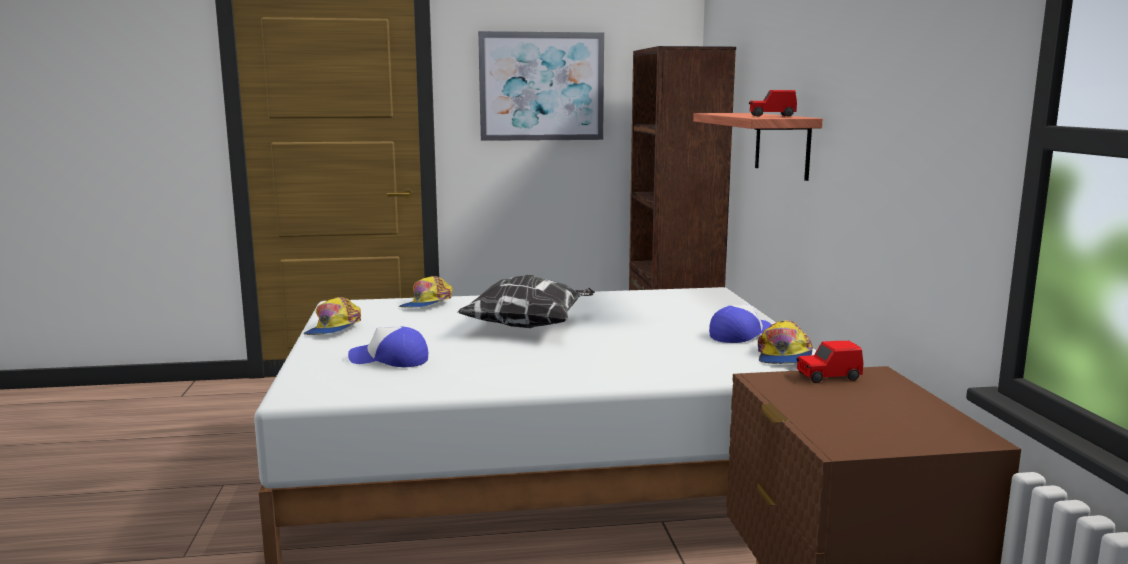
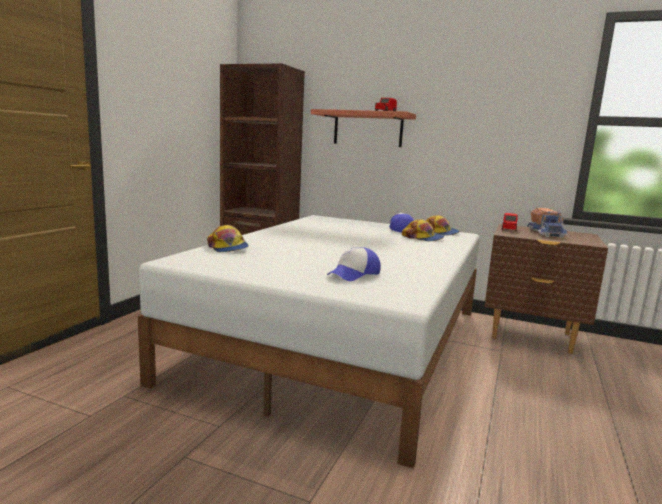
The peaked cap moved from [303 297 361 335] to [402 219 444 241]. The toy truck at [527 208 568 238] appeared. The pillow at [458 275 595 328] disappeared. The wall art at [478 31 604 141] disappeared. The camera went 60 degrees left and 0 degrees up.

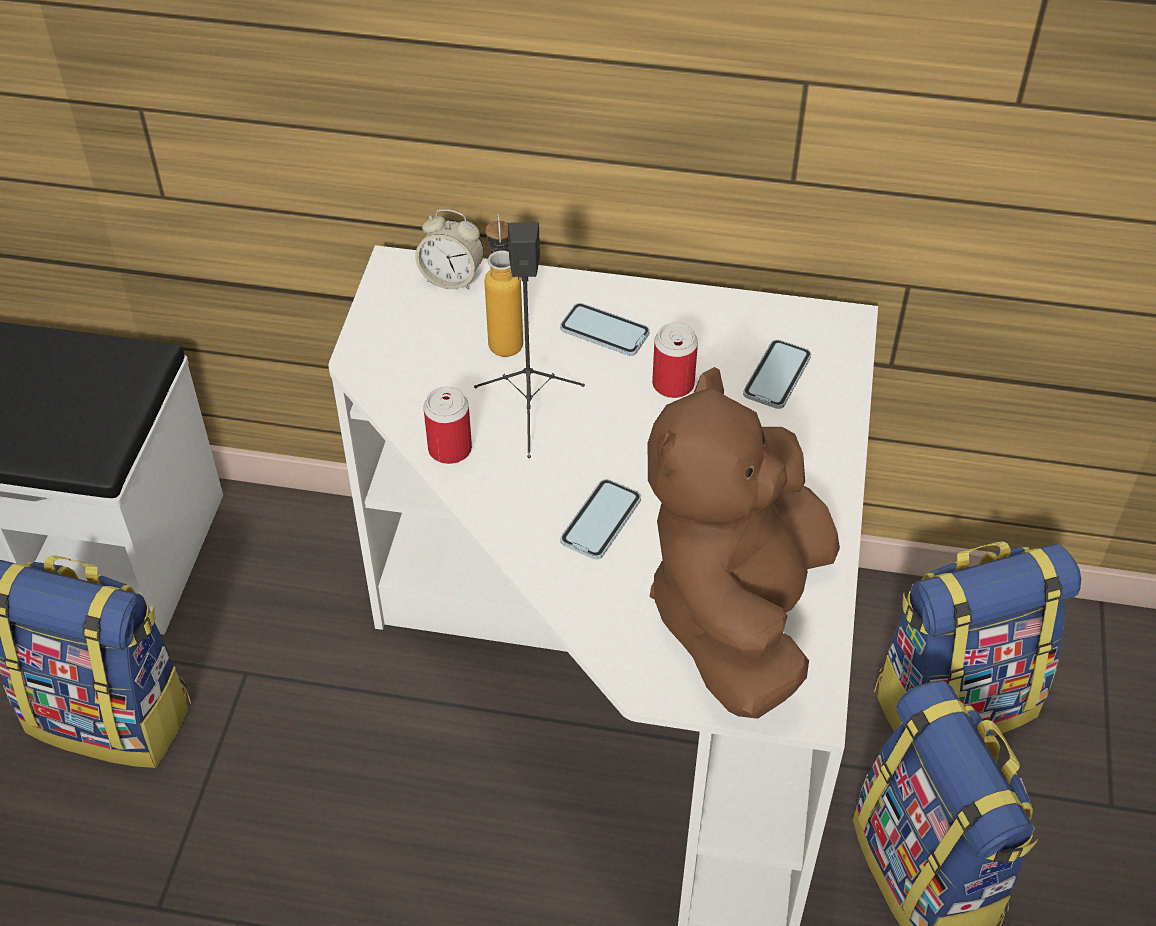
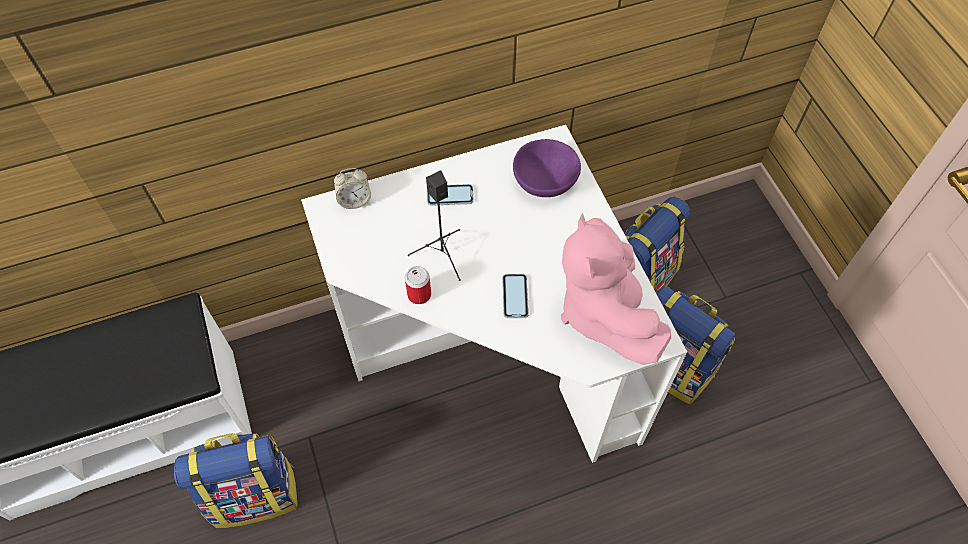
The telephone at [743 340 811 409] was replaced by the serving bowl (purple-coloured) at [513 139 581 197]. The plush toy (brown) at [648 367 840 719] became the plush toy (pinkish) at [561 213 671 365]. The drink bottle at [485 213 523 357] disappeared. The can at [652 323 698 398] disappeared. The camera went 30 degrees left and 10 degrees up.

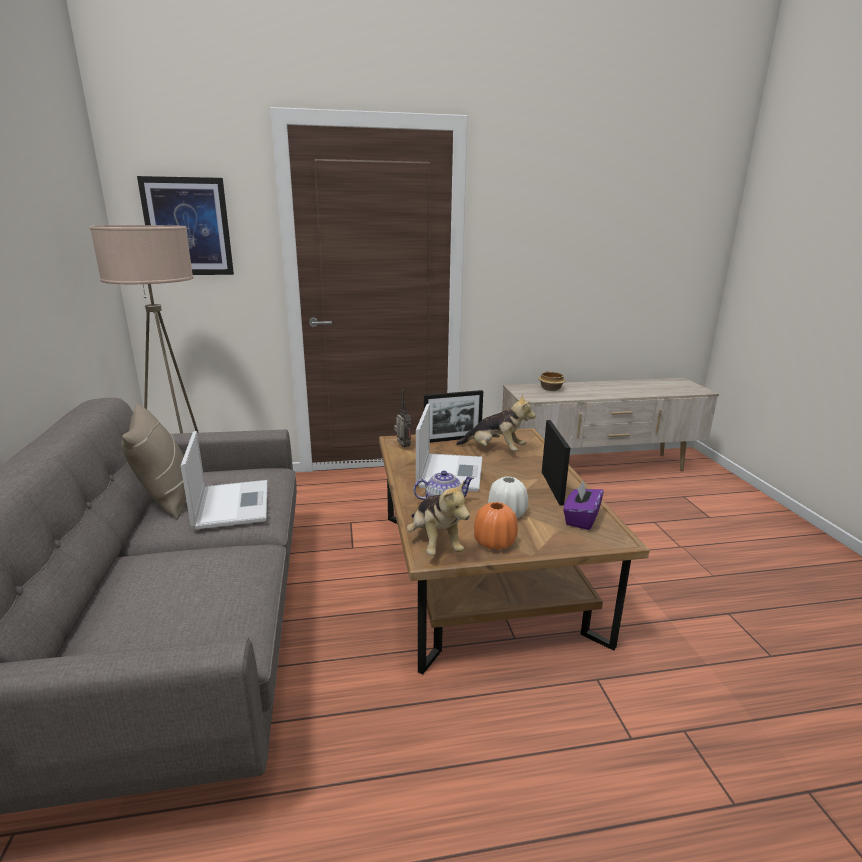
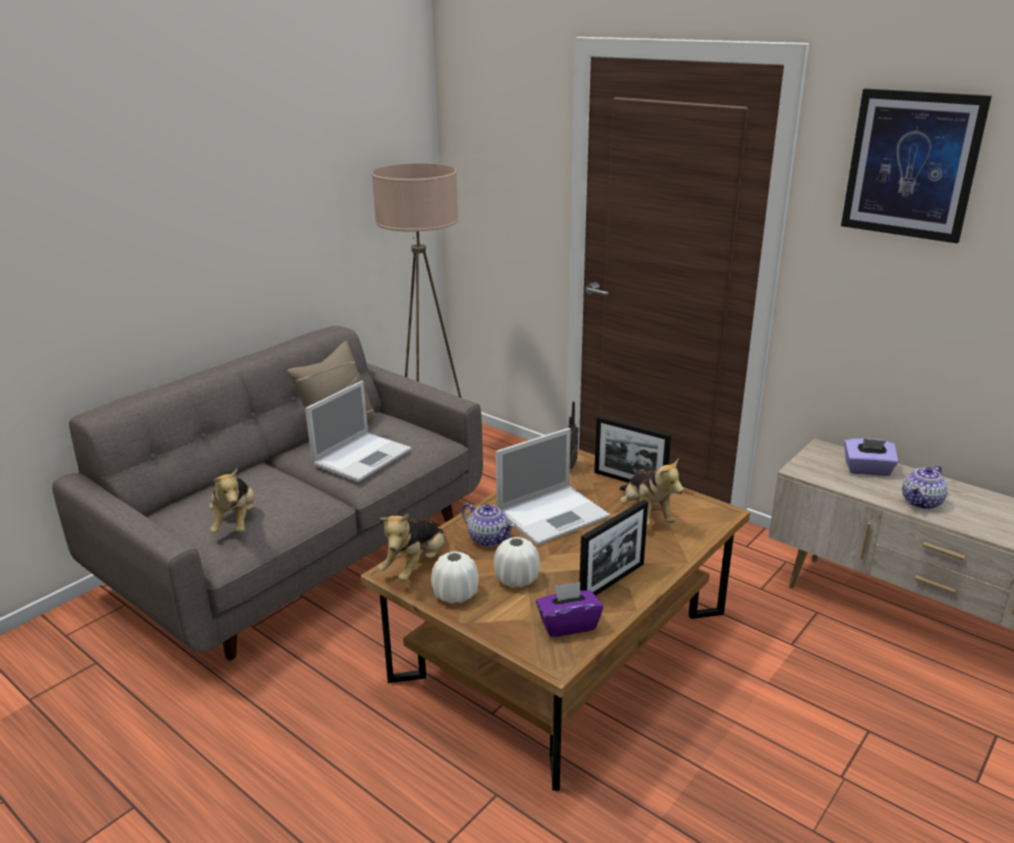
The plush toy at [209 468 255 533] appeared. The vase (orange) at [474 502 518 550] became the vase (whitish) at [431 551 479 604]. The wall art moved from [137 176 234 275] to [841 89 992 243]. The serving bowl at [539 372 565 391] was replaced by the tissue box (purple-coloured) at [844 438 899 476]. The tea pot at [902 465 948 509] appeared. The camera went 50 degrees right and 5 degrees up.

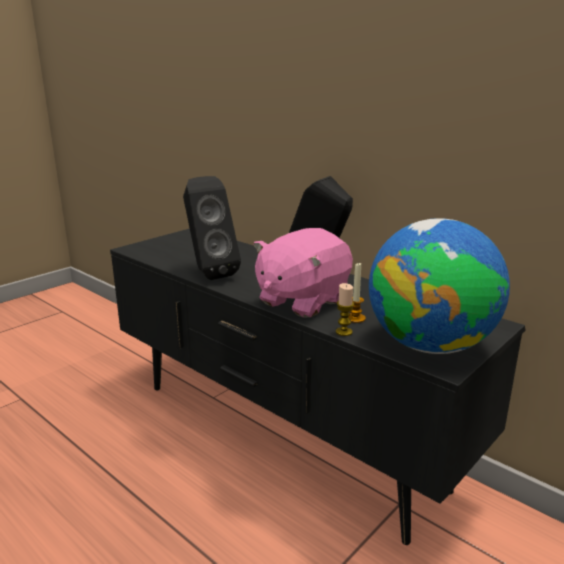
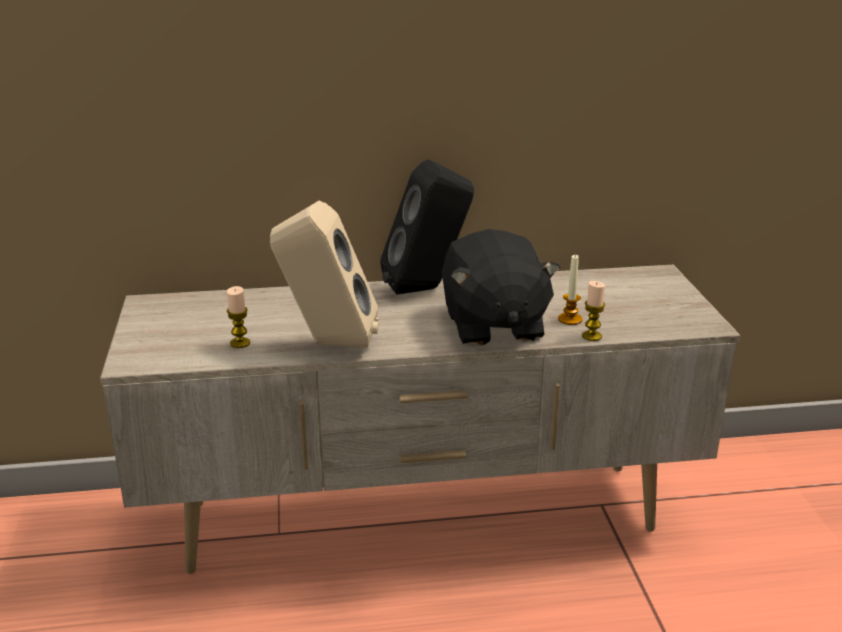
The tv unit (black) at [110 228 526 545] became the tv unit (beige-coloured) at [100 265 740 574]. The wax candle at [227 286 250 348] appeared. The audio speaker (black) at [183 176 241 280] became the audio speaker (beige-coloured) at [270 201 379 348]. The plush toy (pinkish) at [253 228 353 318] became the plush toy (black) at [442 229 560 346]. The world globe at [369 218 510 354] disappeared. The camera went 50 degrees left and 5 degrees up.

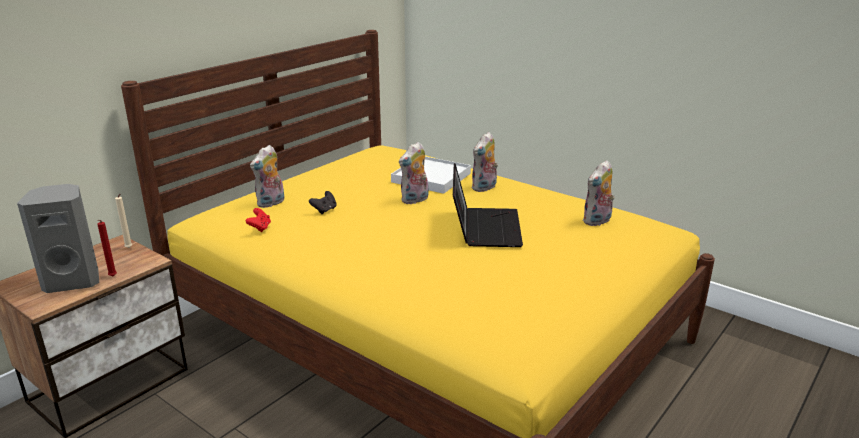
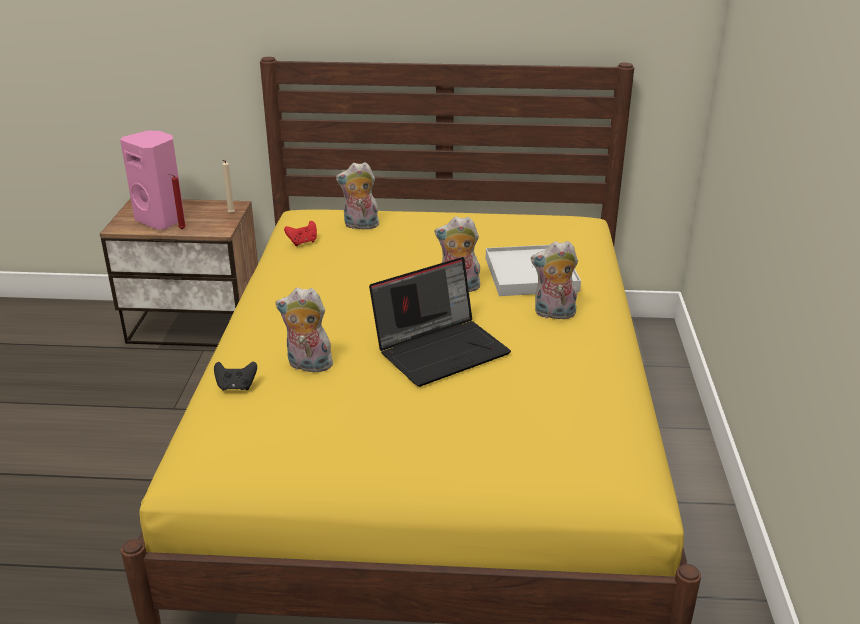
The audio speaker (gray) at [17 184 99 293] became the audio speaker (pinkish) at [120 131 185 230]. The joypad (black) moved from [309 191 337 214] to [214 362 257 390]. The plush toy moved from [582 160 615 226] to [276 288 333 375]. The camera went 55 degrees right and 5 degrees up.

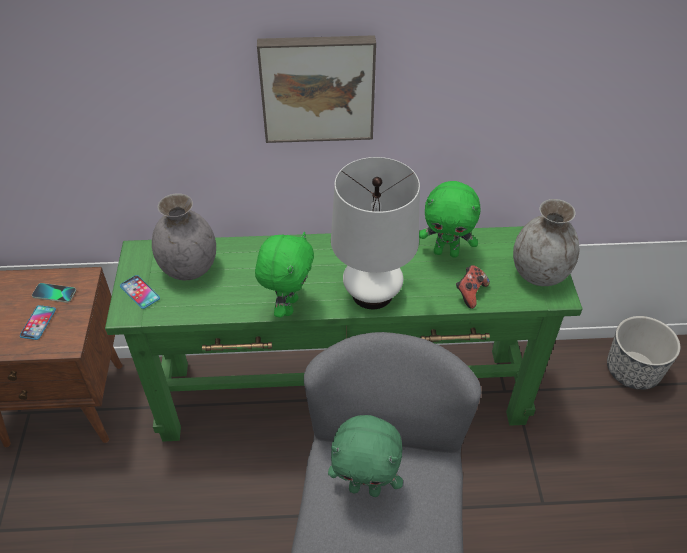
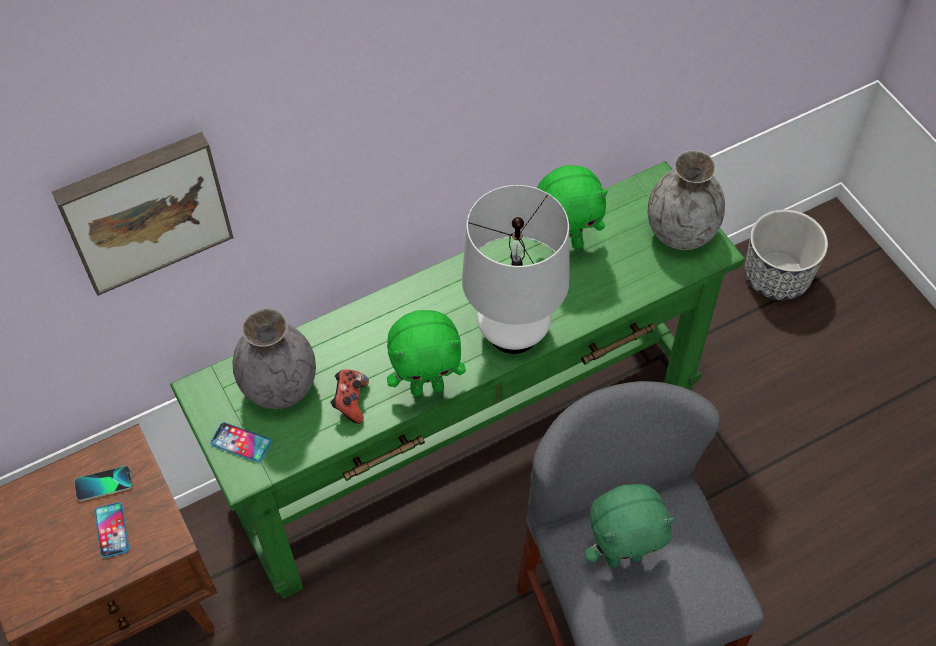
The wall art moved from [257 35 376 143] to [52 132 234 296]. The joypad moved from [456 265 490 309] to [330 369 369 424]. The plush toy (greenish) at [255 232 314 318] turned 90 degrees clockwise. The camera went 25 degrees left and 10 degrees up.

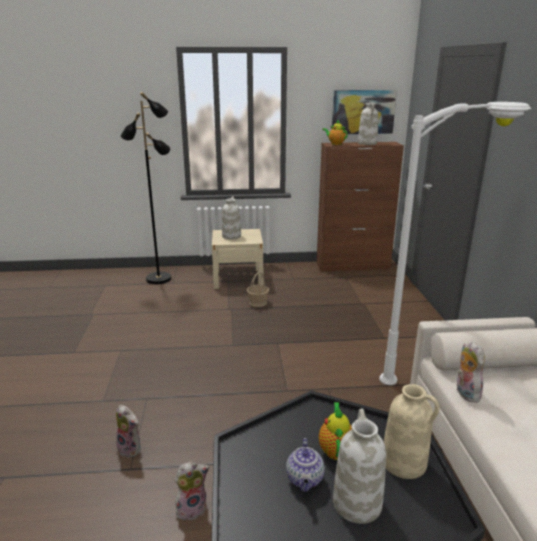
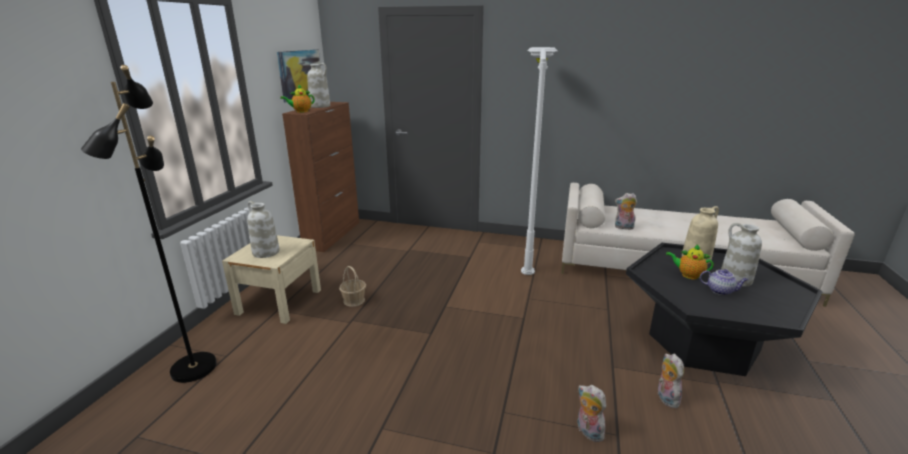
The plush toy at [116 405 141 458] turned 90 degrees counterclockwise. The camera went 70 degrees left and 0 degrees up.

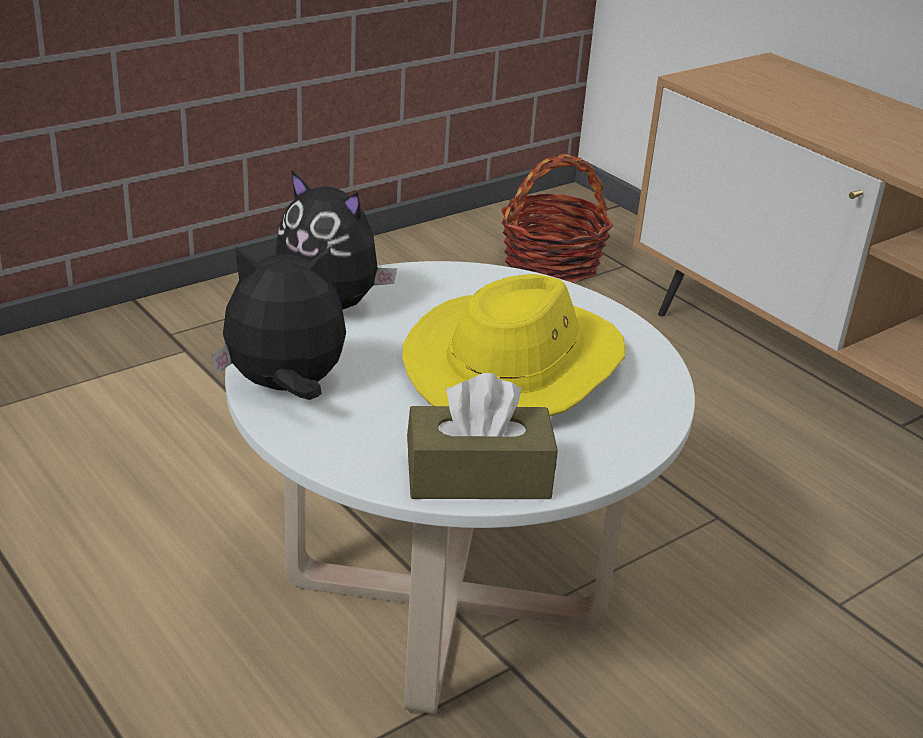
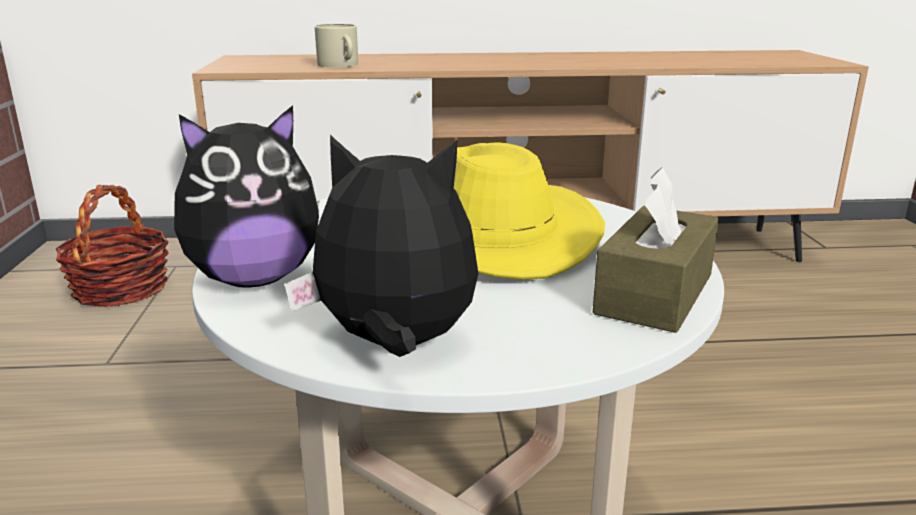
The plush toy at [211 246 346 400] turned 75 degrees clockwise. The coffee mug (beige-coloured) at [315 24 358 67] appeared. The camera went 55 degrees left and 10 degrees down.

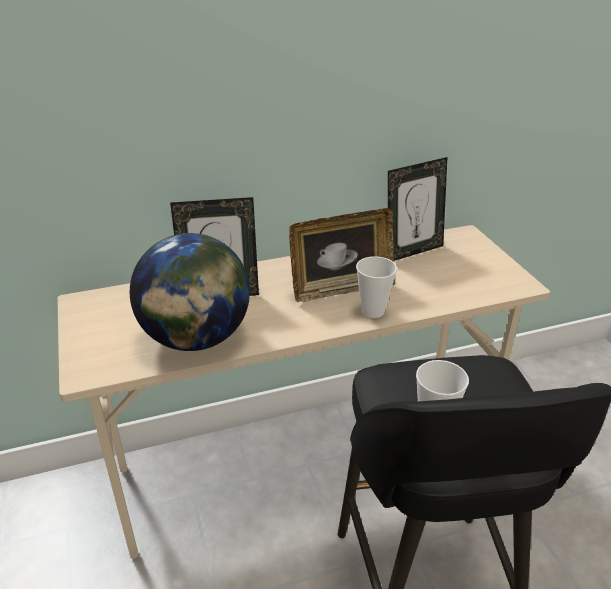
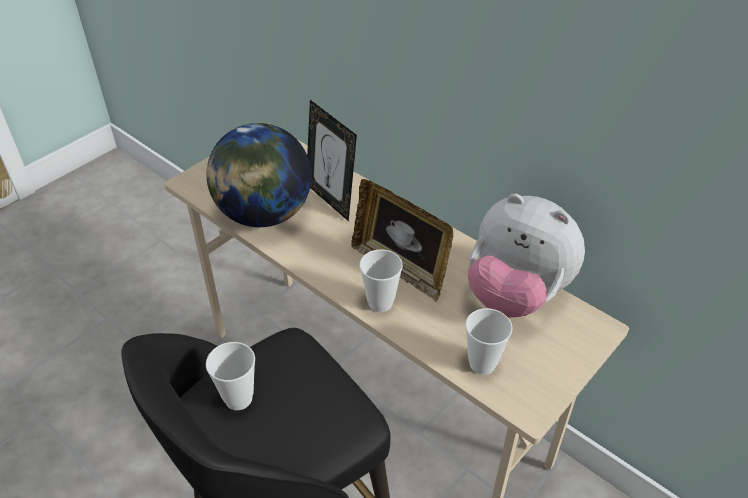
The cup at [465 308 513 375] appeared. The standing frame at [388 157 447 261] was replaced by the plush toy at [468 193 585 318]. The camera went 60 degrees right and 10 degrees up.

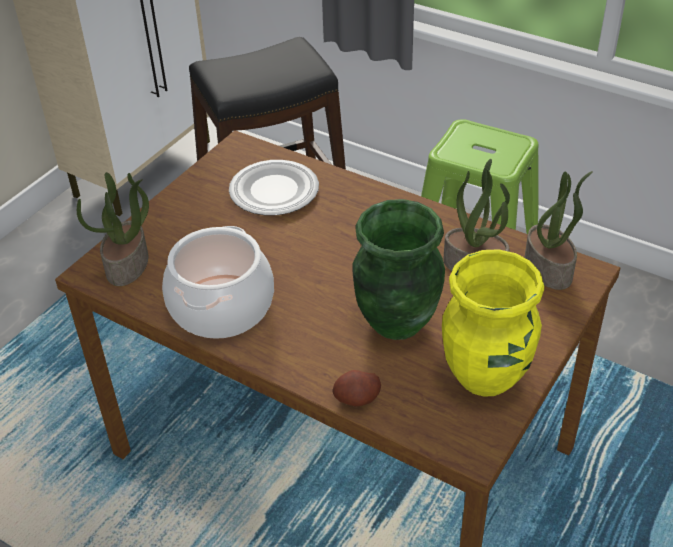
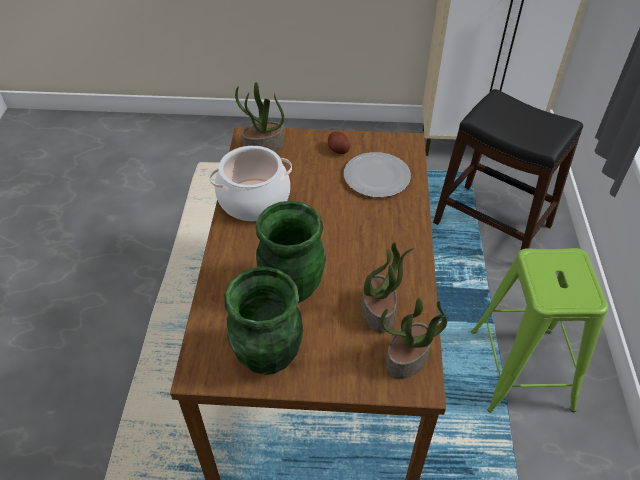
The vase (yellow-coloured) at [442 249 544 397] became the vase (greenish) at [224 267 303 375]. The spud moved from [332 370 381 406] to [328 131 351 154]. The camera went 60 degrees right and 5 degrees up.

